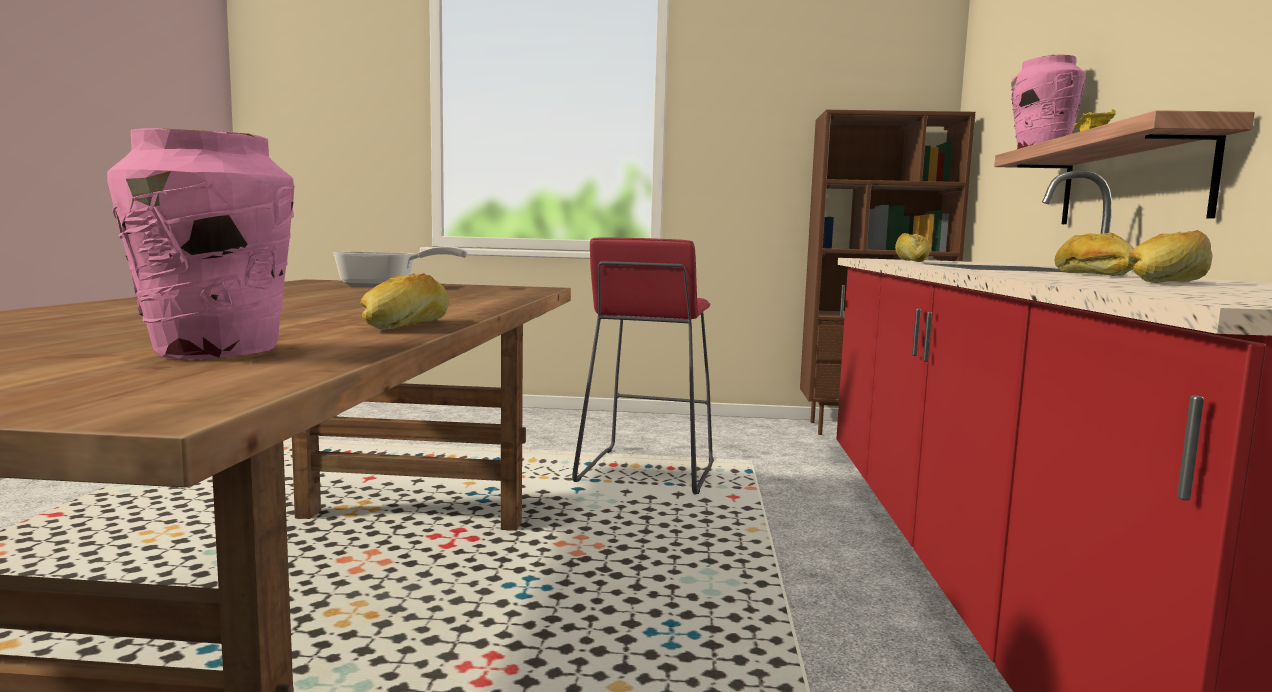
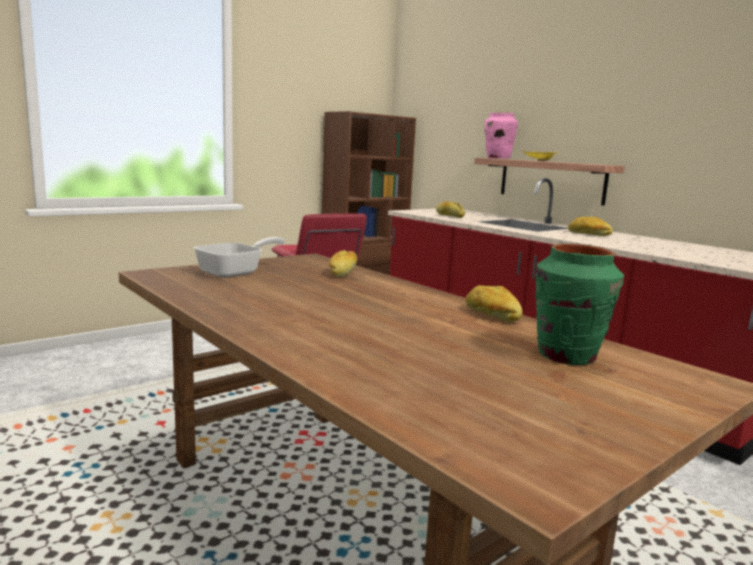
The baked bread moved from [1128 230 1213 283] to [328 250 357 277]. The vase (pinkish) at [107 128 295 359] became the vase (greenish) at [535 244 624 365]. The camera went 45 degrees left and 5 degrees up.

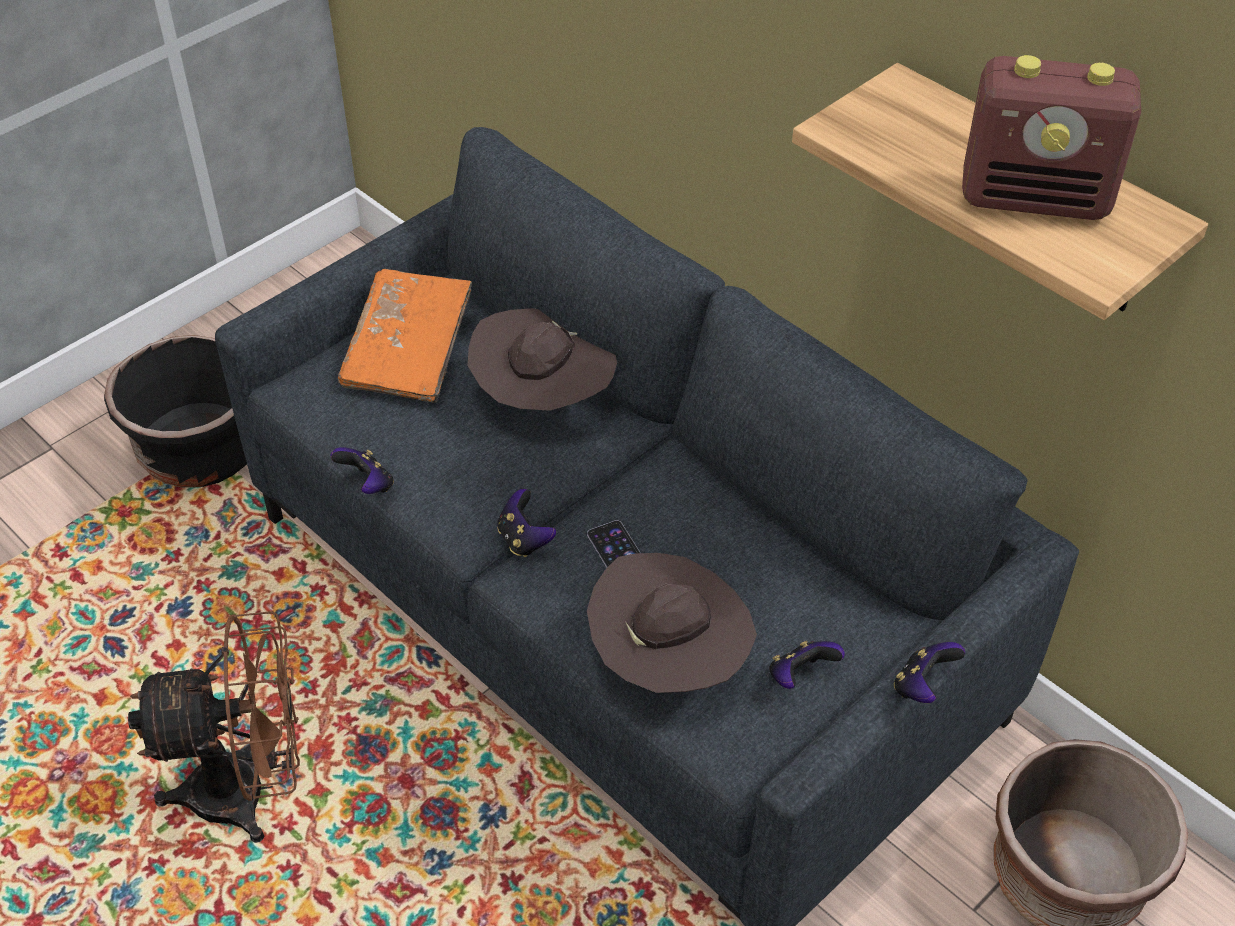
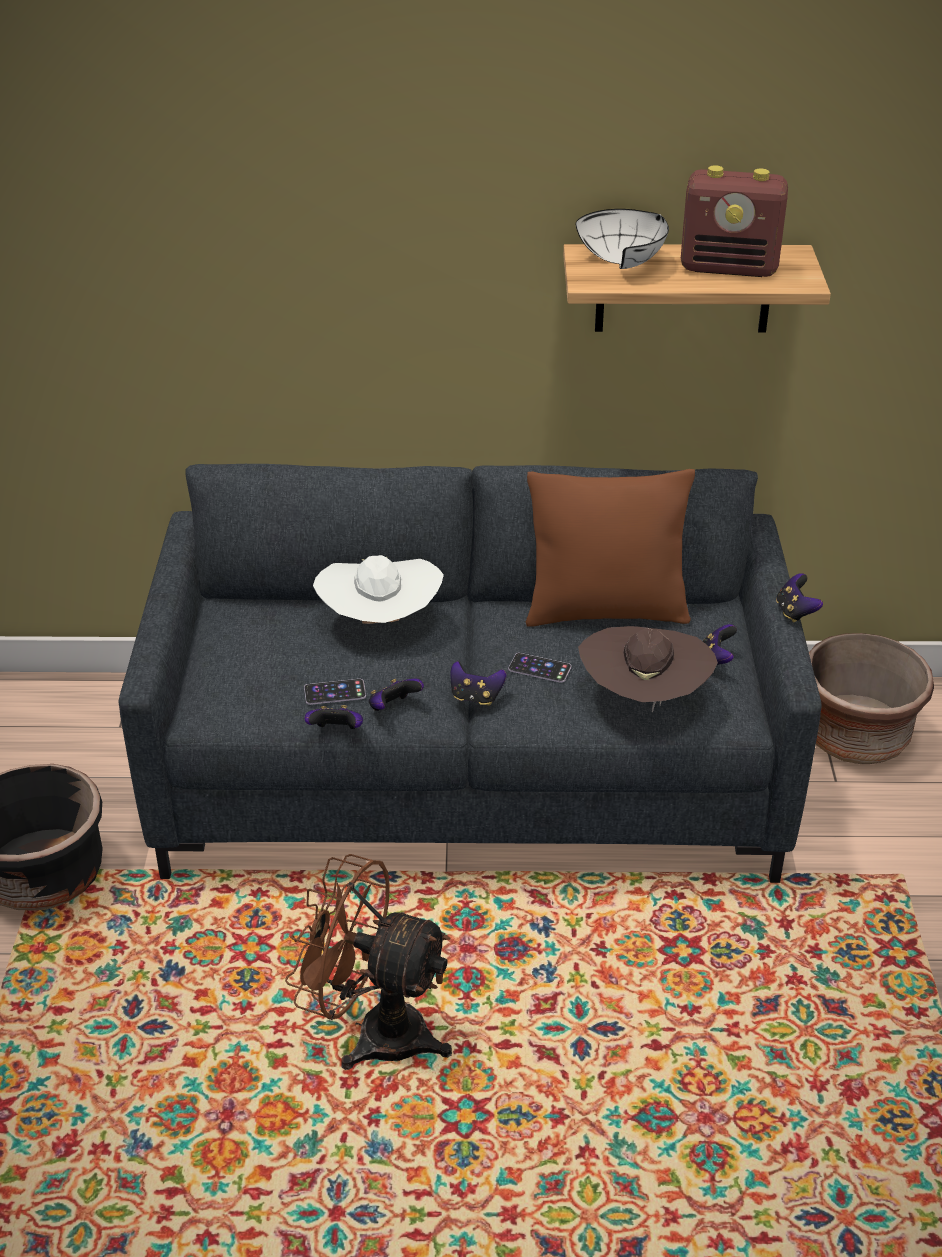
The cooling fan (brown) at [128 611 300 843] turned 105 degrees counterclockwise. The telephone at [304 679 366 705] appeared. The wearable hat (brown) at [467 308 617 411] became the wearable hat (whitish) at [313 555 444 624]. The joypad at [369 678 424 711] appeared. The pillow (brown) at [526 469 695 627] appeared. The serving bowl (whitish) at [576 209 669 269] appeared. The radio at [962 55 1141 220] turned 45 degrees clockwise. The bound book (orange) at [338 269 472 402] disappeared. The camera went 45 degrees left and 10 degrees down.

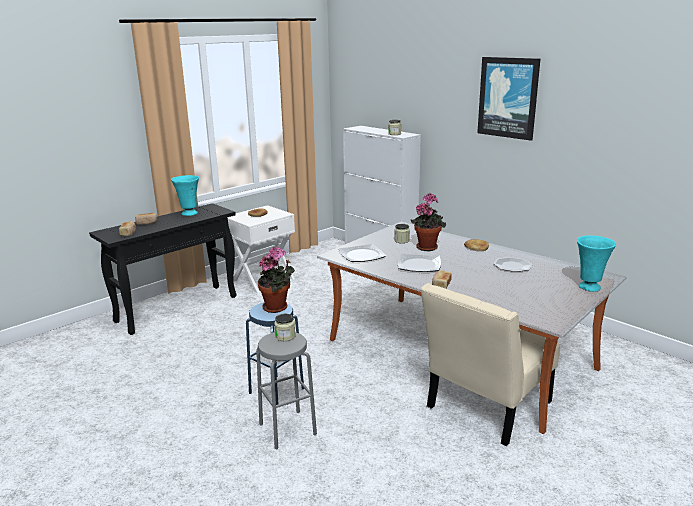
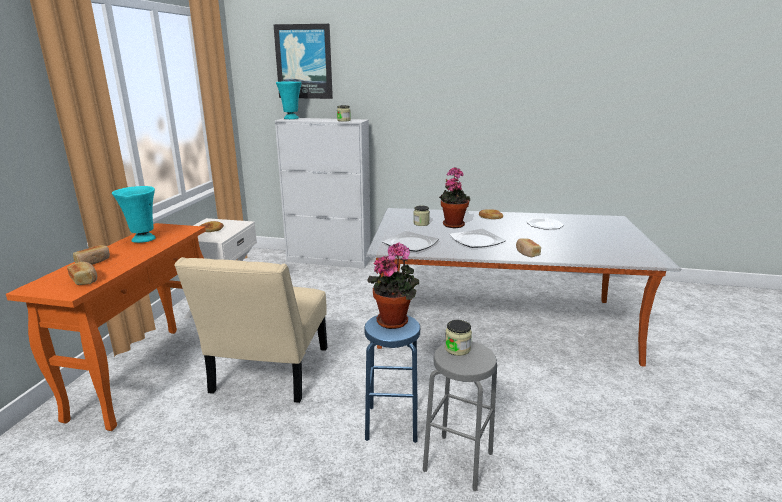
The hall table (black) at [89 203 237 335] became the hall table (orange) at [6 223 206 431]. The plain chair (beige-coloured) moved from [421 283 560 446] to [174 257 327 403]. The wall art moved from [477 57 540 141] to [273 24 333 99]. The vase (blue-green) moved from [577 235 615 292] to [276 81 301 119]. The camera went 35 degrees left and 0 degrees up.

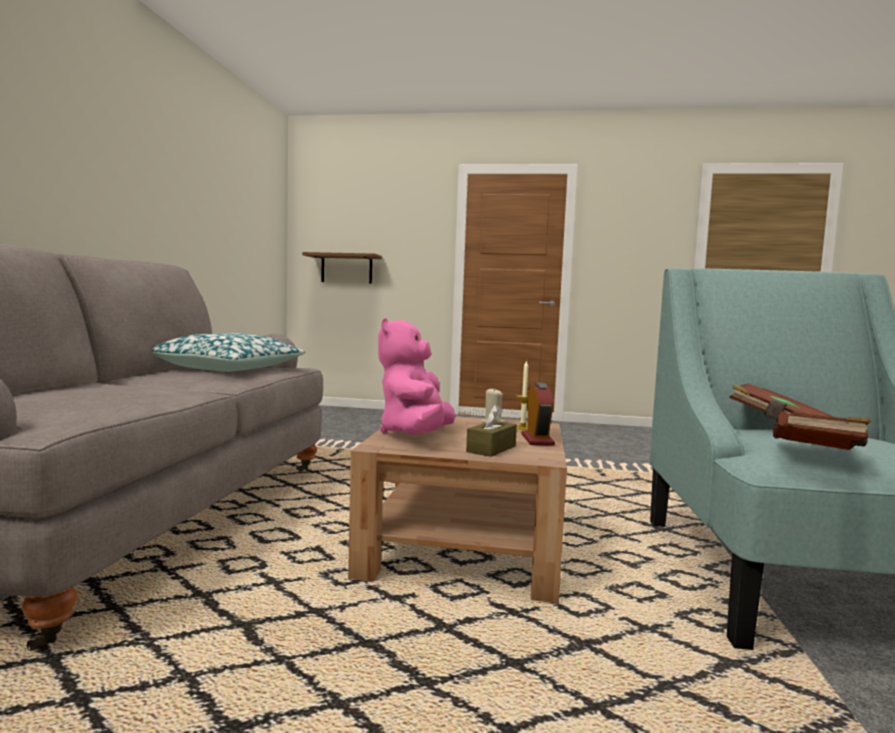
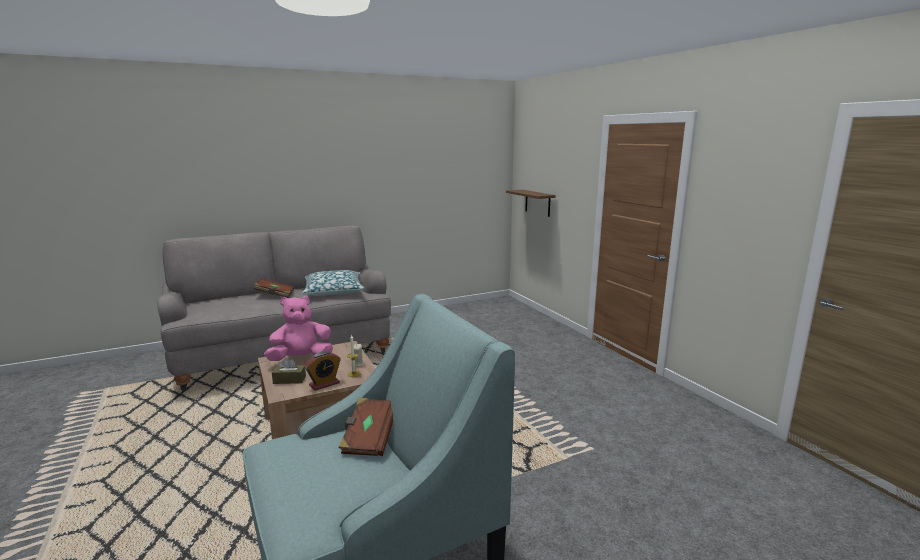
The bound book (brown) moved from [773 411 871 450] to [254 279 294 298]. The camera went 55 degrees right and 10 degrees up.

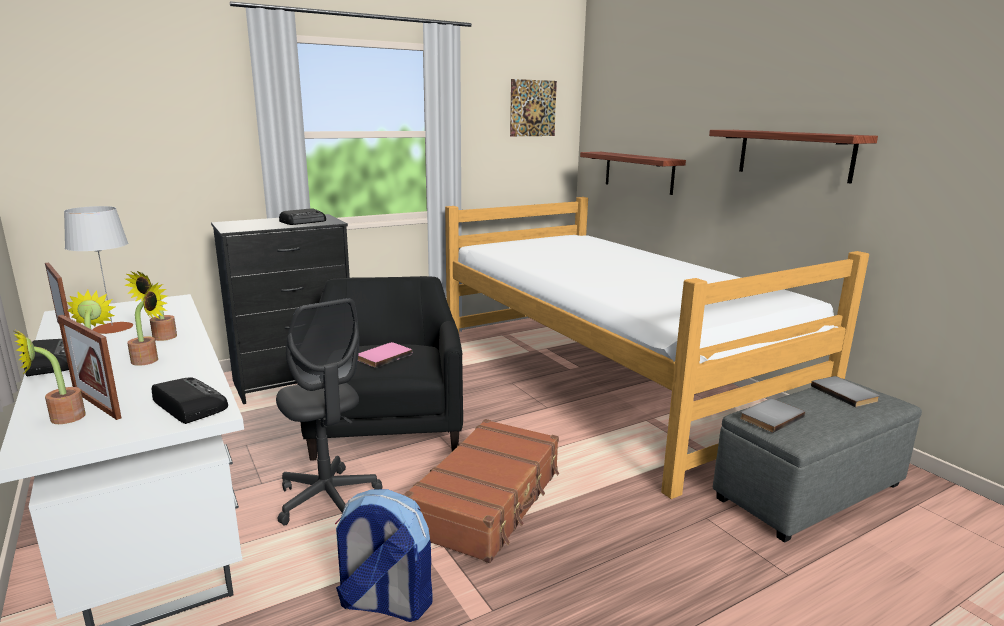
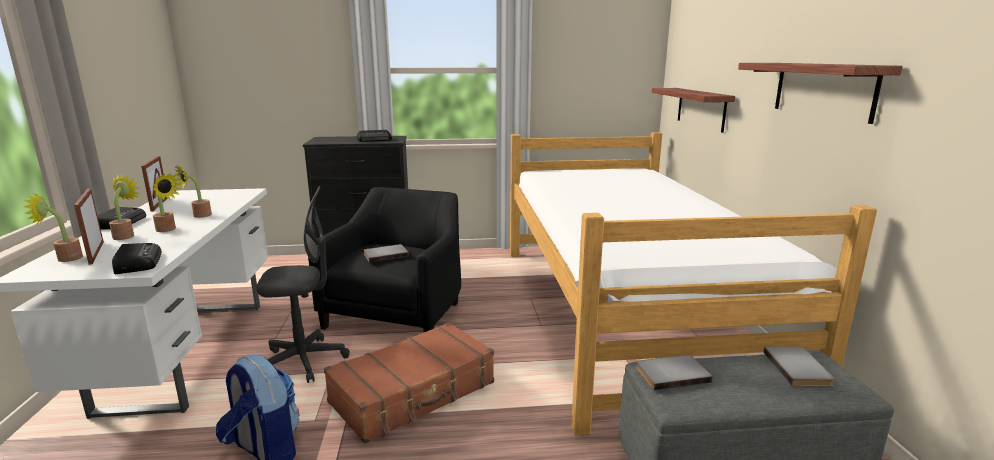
The office chair (gray) at [276 298 383 526] turned 90 degrees counterclockwise. The bound book (pinkish) at [358 342 412 368] became the bound book (gray) at [364 244 409 262]. The lamp for a table (gray) at [64 206 133 334] disappeared. The wall art at [510 79 557 136] disappeared. The camera went 25 degrees right and 0 degrees up.

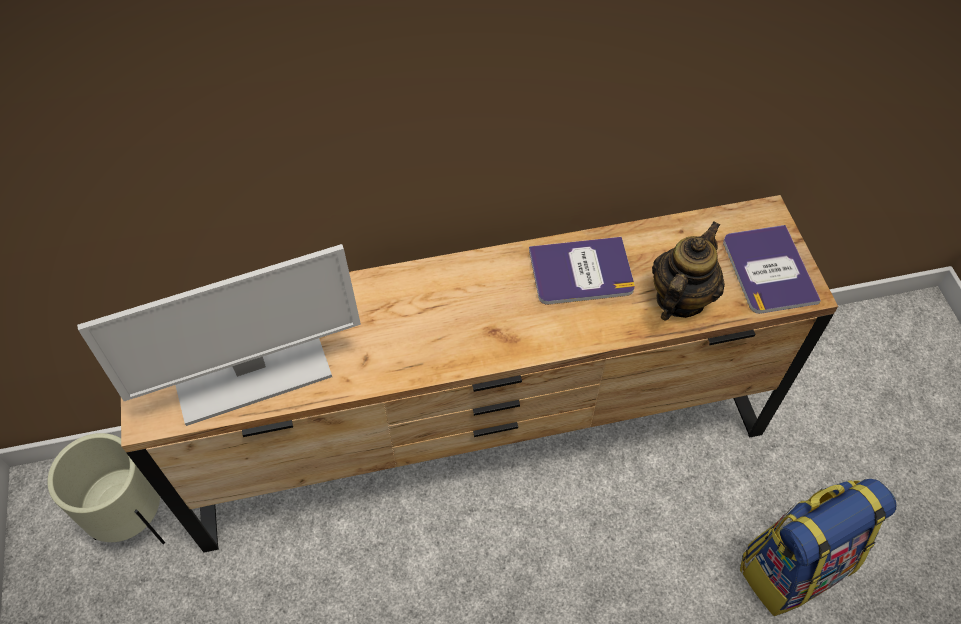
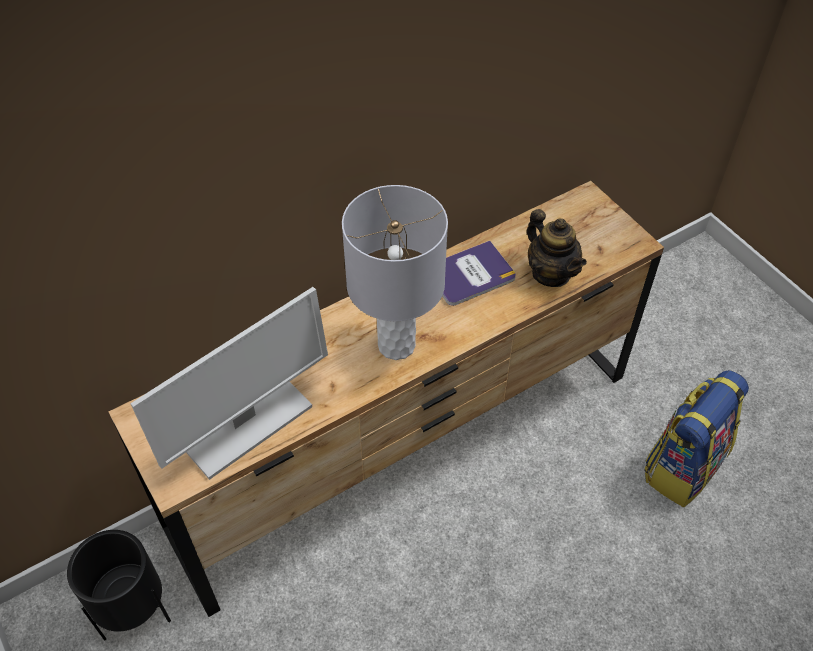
The planter (beige-coloured) at [47 433 165 544] became the planter (black) at [67 530 171 641]. The lamp for a table (gray) at [342 185 448 360] appeared. The tea pot at [652 221 725 321] turned 135 degrees clockwise. The bound book at [723 225 821 314] disappeared. The camera went 20 degrees left and 5 degrees down.

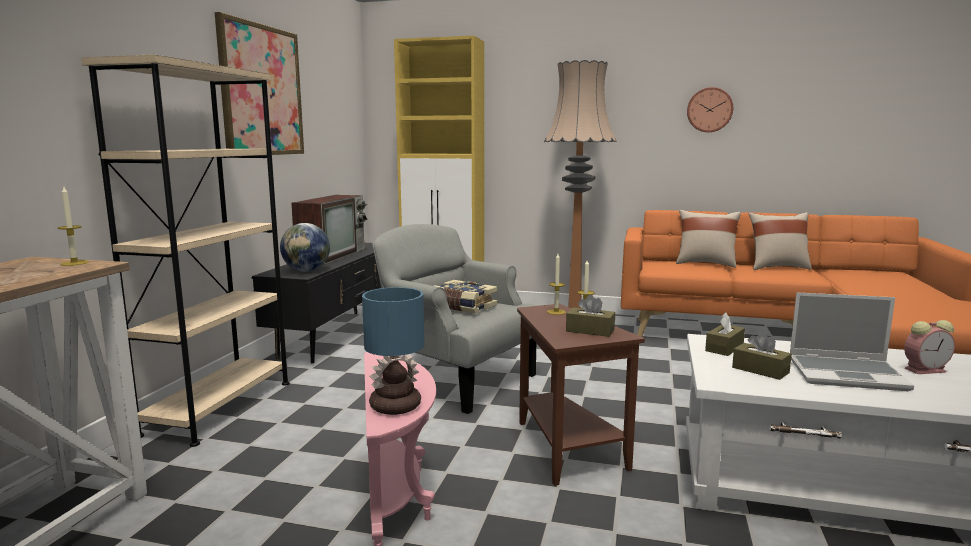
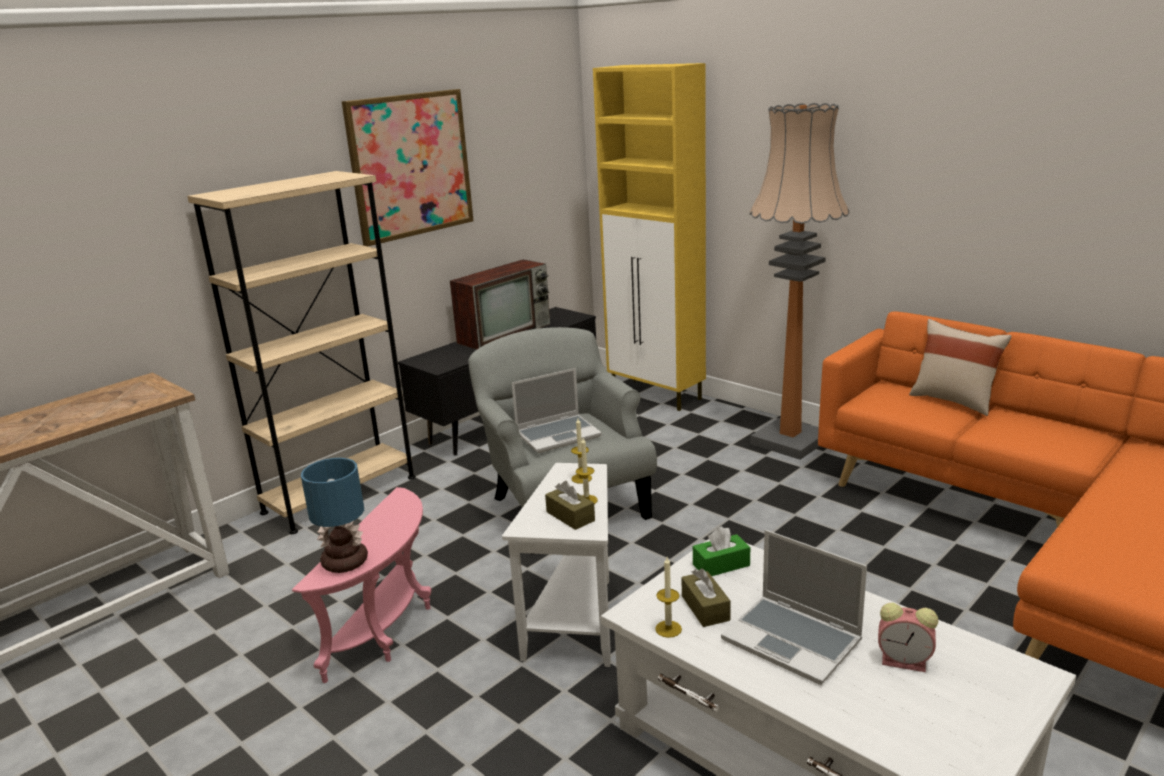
The accent table (brown) at [517 304 645 486] became the accent table (whitish) at [502 463 611 667]. The bound book at [434 280 497 314] was replaced by the notebook computer at [511 368 602 453]. The wax candle moved from [57 187 89 266] to [655 557 682 638]. The tissue box (brown) at [705 313 745 356] became the tissue box (greenish) at [693 526 750 576]. The world globe at [280 223 330 272] disappeared. The hanging clock at [687 87 733 132] disappeared. The pillow (beige-coloured) at [748 212 812 270] disappeared. The camera went 30 degrees right and 10 degrees up.

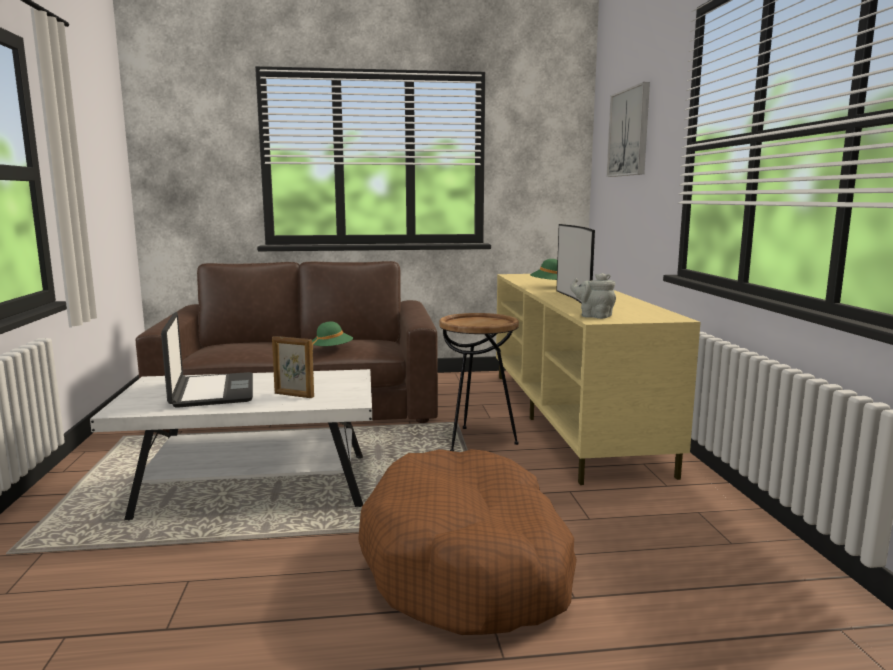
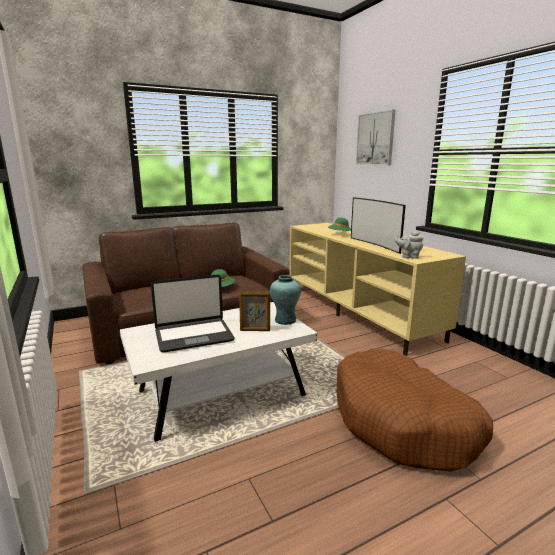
The notebook computer at [161 312 253 408] turned 105 degrees clockwise. The vase (blue-green) at [270 275 301 325] appeared. The accent table (brown) at [439 313 519 451] disappeared. The camera went 20 degrees left and 5 degrees up.

